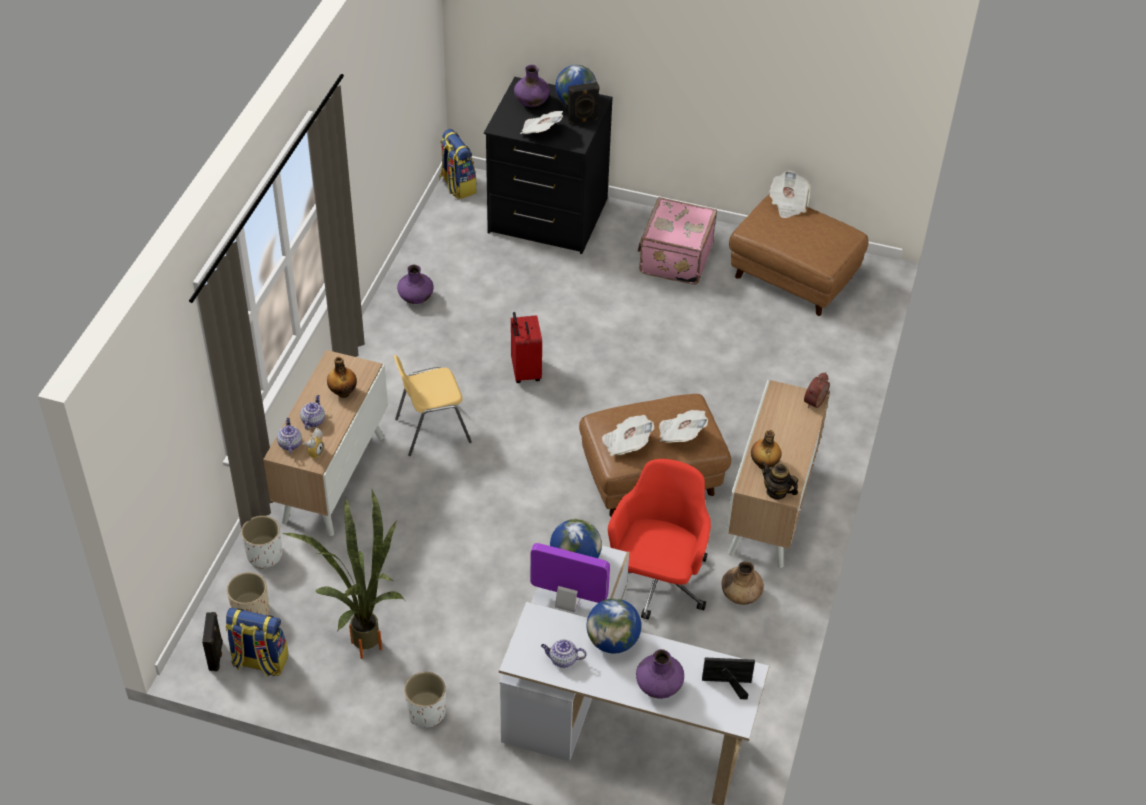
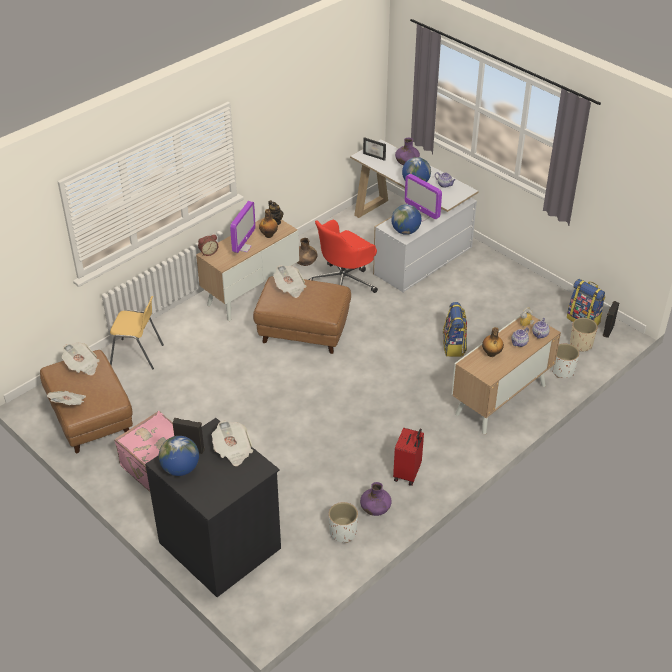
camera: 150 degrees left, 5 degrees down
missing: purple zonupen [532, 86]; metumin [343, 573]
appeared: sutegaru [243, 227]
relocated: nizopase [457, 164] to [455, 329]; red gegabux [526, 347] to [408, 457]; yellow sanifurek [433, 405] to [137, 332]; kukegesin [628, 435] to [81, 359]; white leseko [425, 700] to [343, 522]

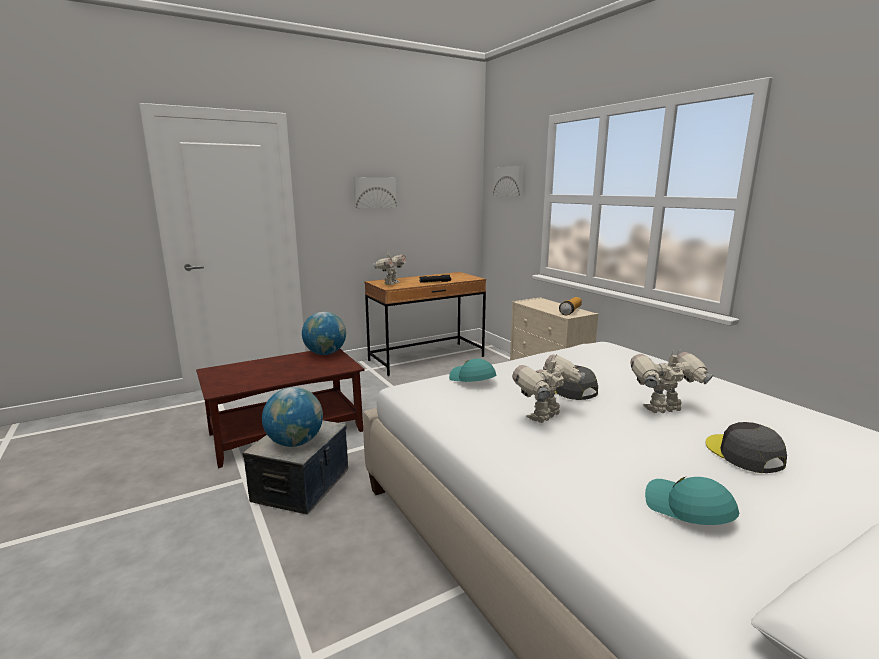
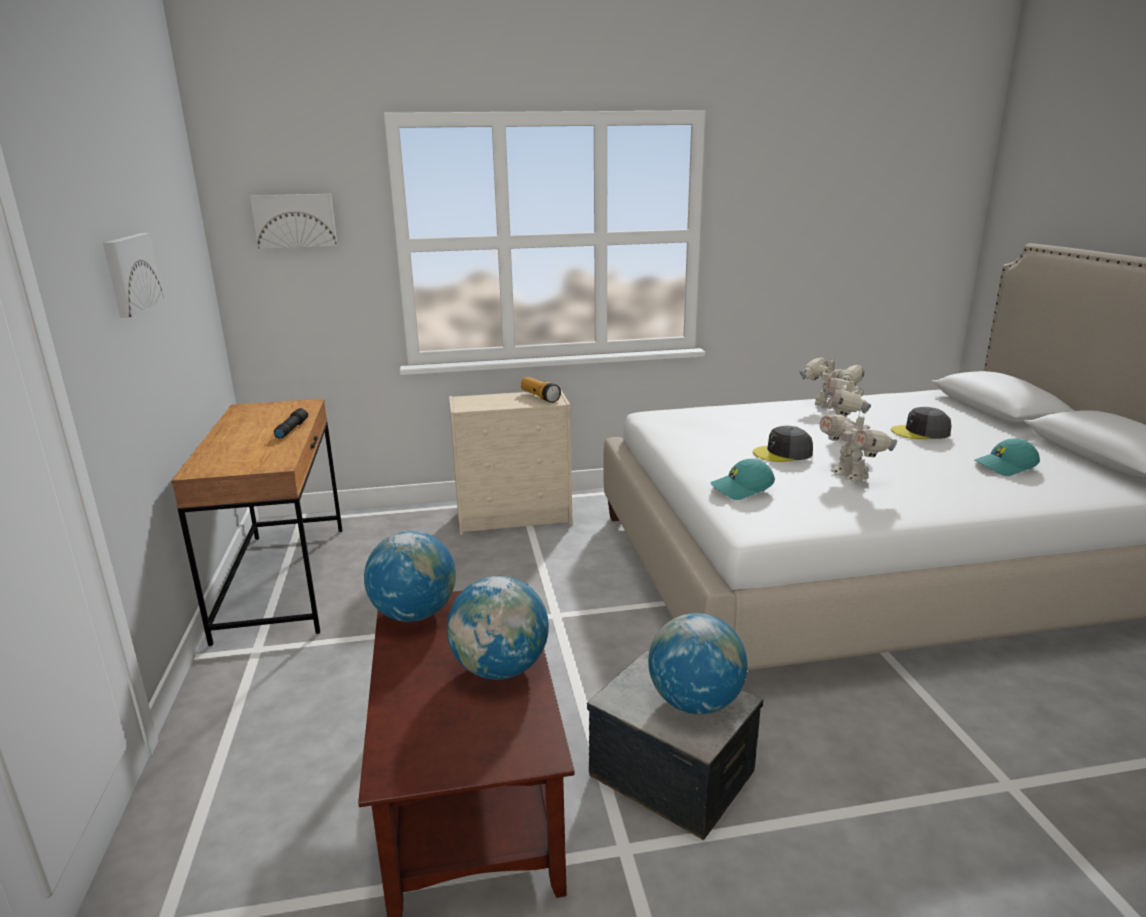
camera: 70 degrees left, 5 degrees up
appeared: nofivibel [498, 628]
relocated: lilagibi [390, 268] to [832, 382]

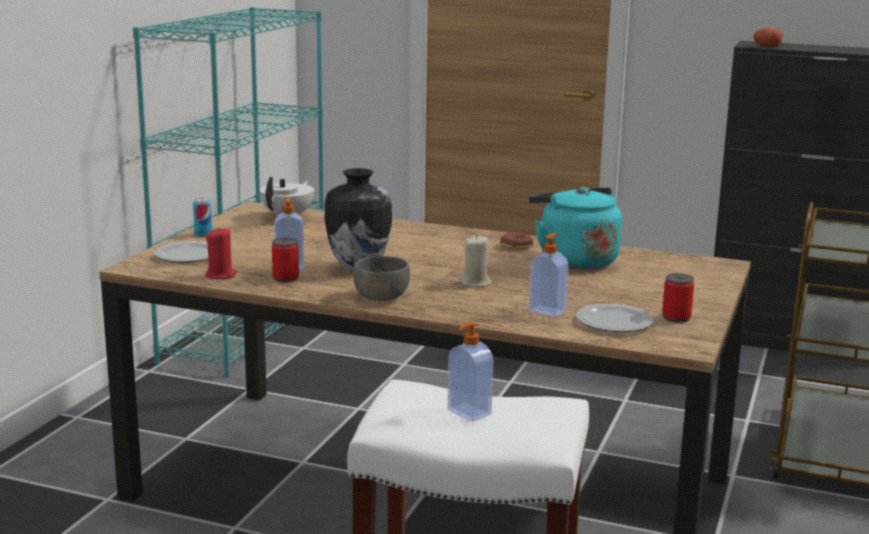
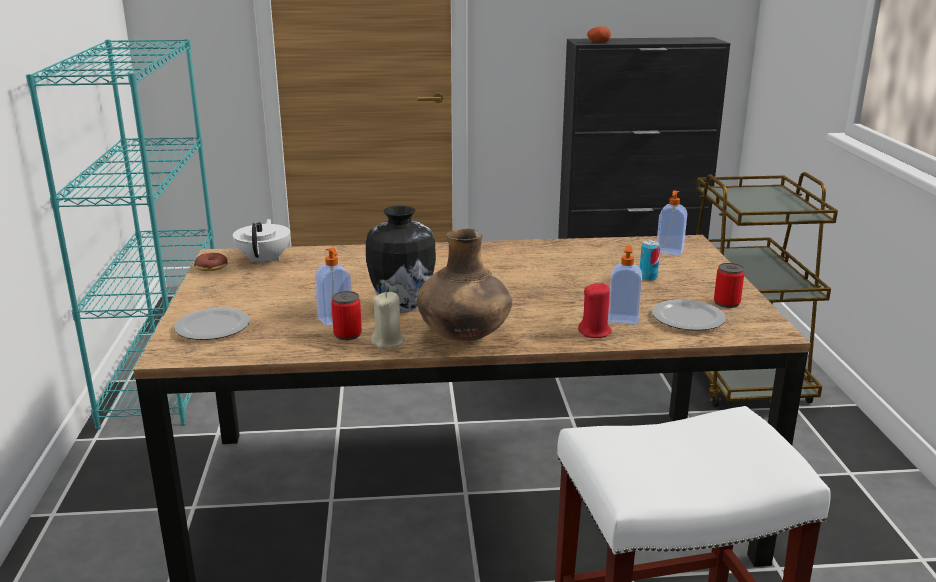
camera: 25 degrees left, 5 degrees up
missing: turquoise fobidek [575, 228]
relocated: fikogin [202, 217] to [650, 260]; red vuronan [221, 253] to [595, 310]; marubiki [516, 241] to [211, 262]; beige vuronan [476, 261] to [388, 320]; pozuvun [470, 372] to [672, 223]
exchanged: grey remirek [381, 278] to brown zonupen [464, 285]

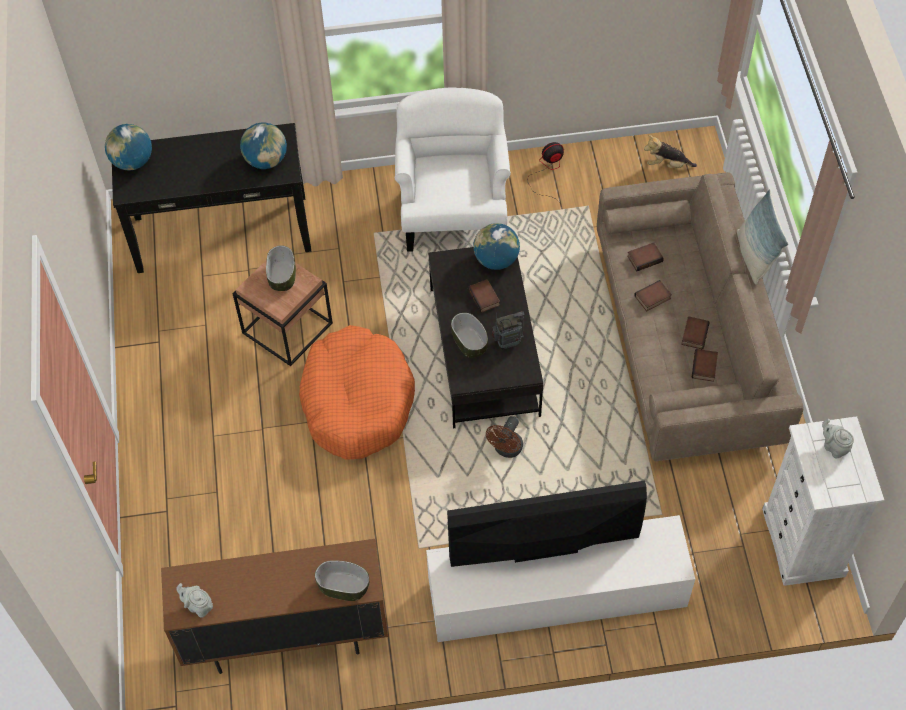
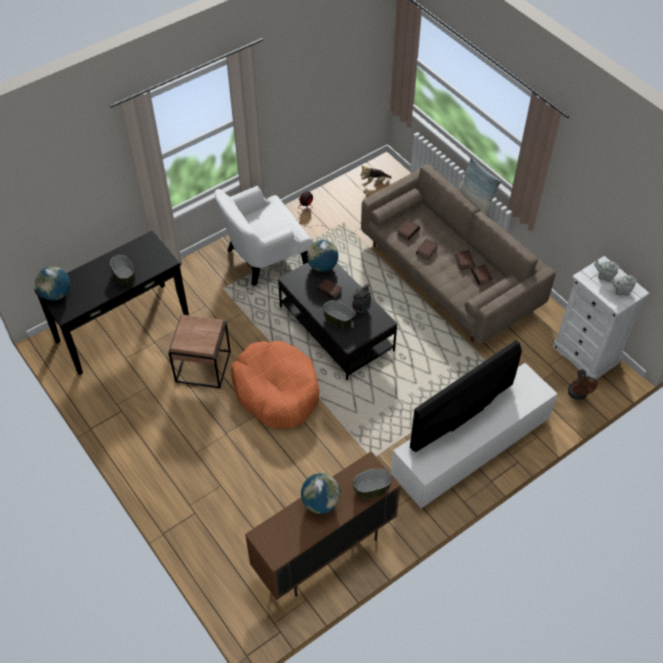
camera: 30 degrees left, 5 degrees down
relocated: nofivibel [263, 146] to [321, 493]; remirek [281, 268] to [122, 270]; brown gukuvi [504, 437] to [583, 385]; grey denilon [195, 600] to [623, 285]
spun: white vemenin [452, 170] = [263, 236] 90 degrees counterclockwise

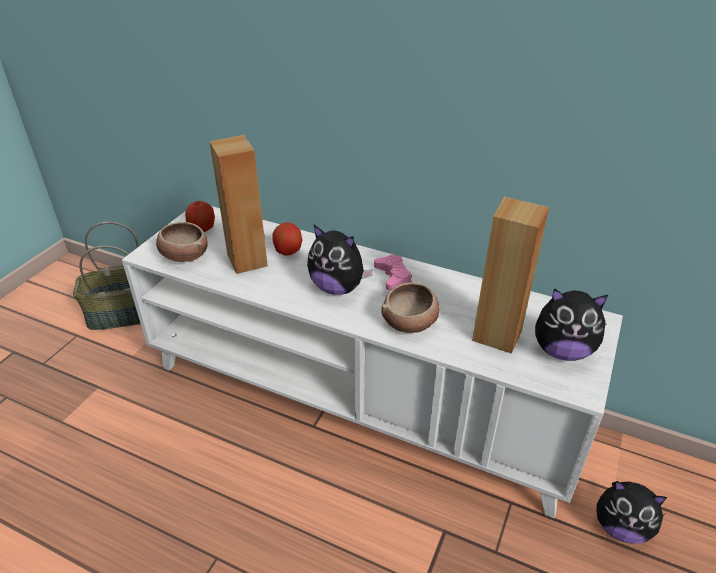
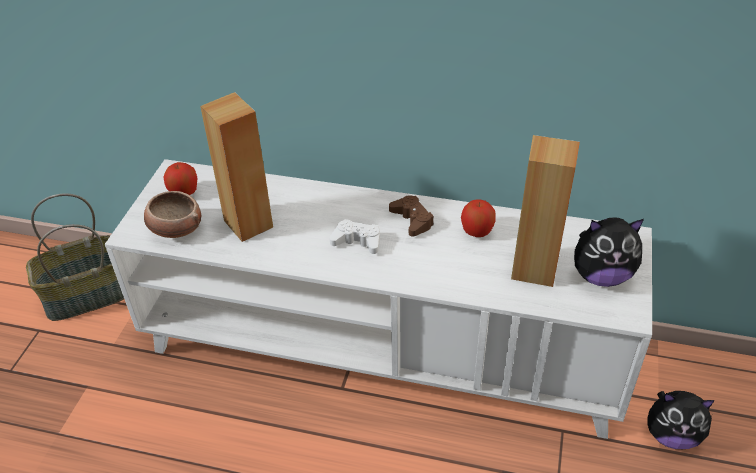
camera: 10 degrees left, 5 degrees up
missing: remirek [410, 307]
relocated: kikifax [287, 239] to [478, 218]
exchanged: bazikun [340, 260] to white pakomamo [355, 236]
colour: pink pakomamo [393, 272] to brown pakomamo [411, 216]

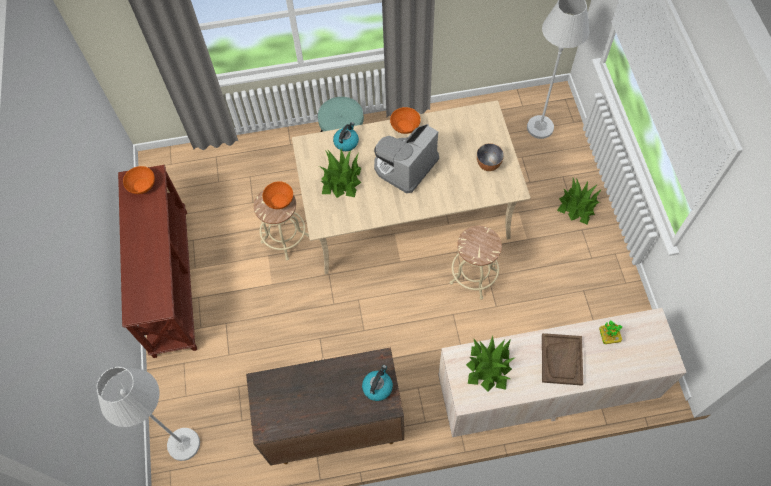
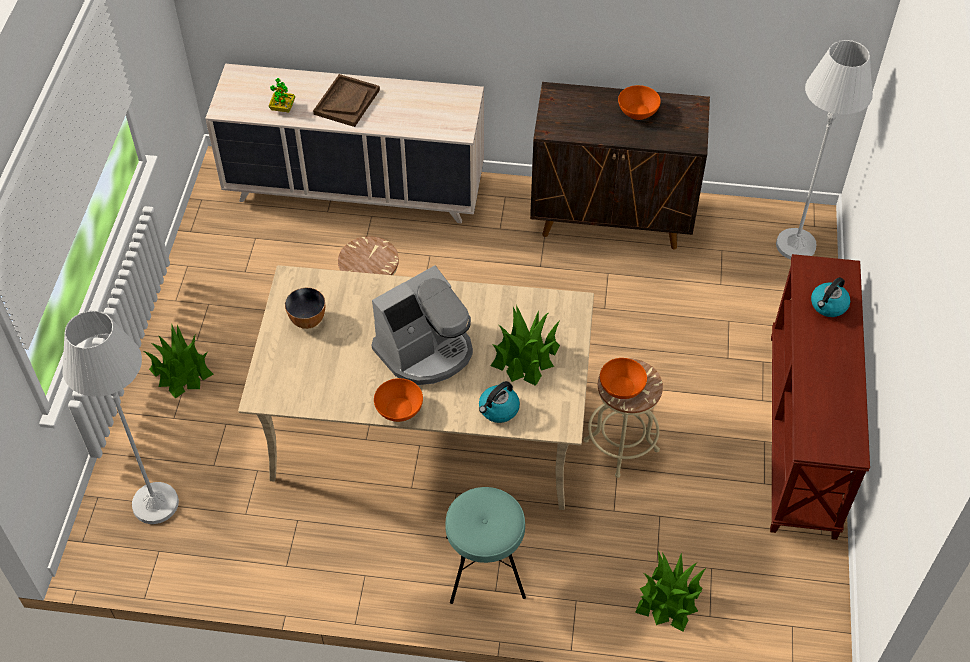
camera: 165 degrees left, 10 degrees down
relocated: orange remirek [139, 180] to [639, 102]; metumin [490, 363] to [670, 591]; fobidek [377, 383] to [830, 297]

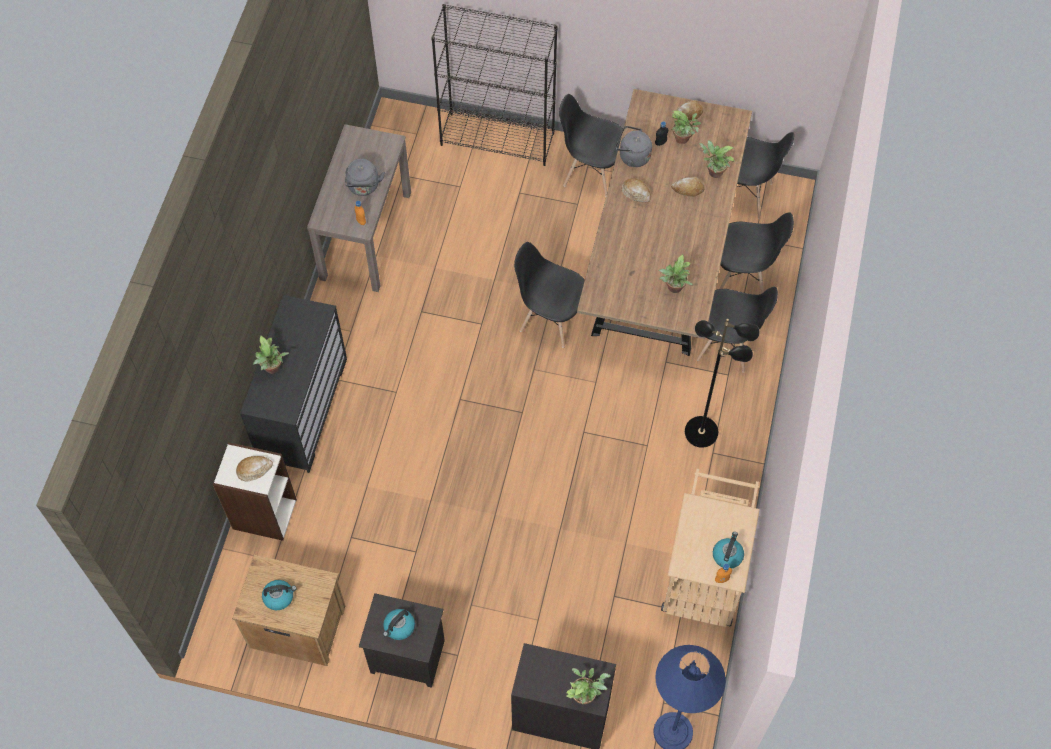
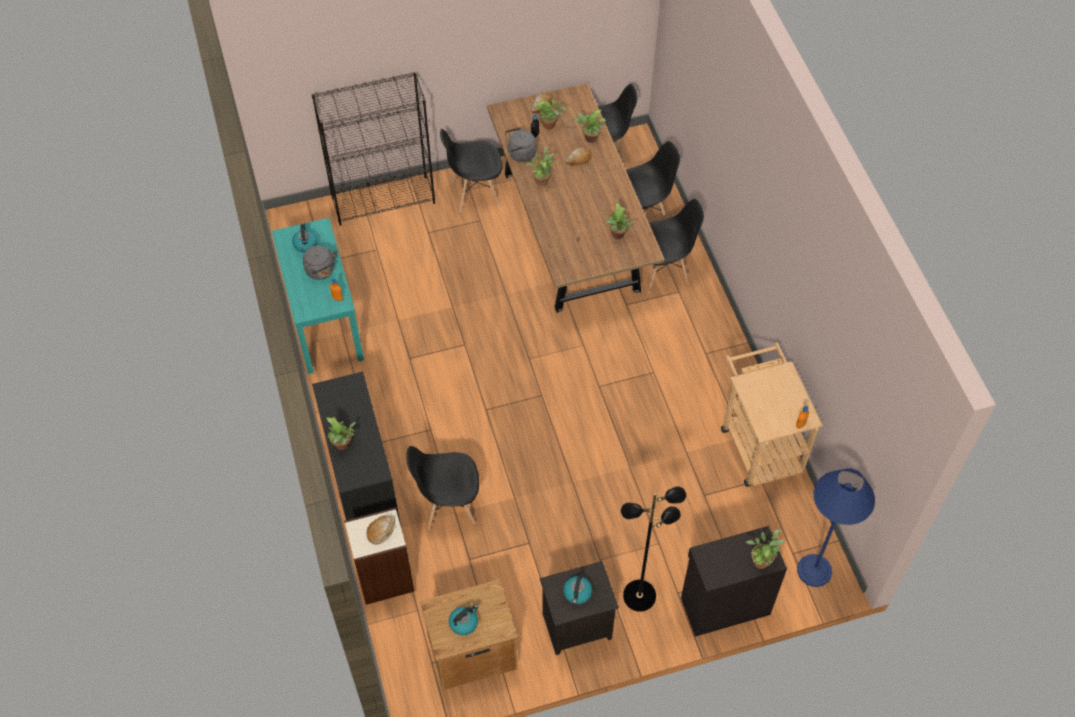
camera: 30 degrees left, 5 degrees down
relocated: black sanifurek [549, 295] to [442, 487]; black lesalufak [722, 383] to [653, 549]; fobidek [728, 550] to [305, 237]
exchanged: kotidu [636, 190] to metumin [540, 166]
colour: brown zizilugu [359, 208] to turquoise zizilugu [318, 296]

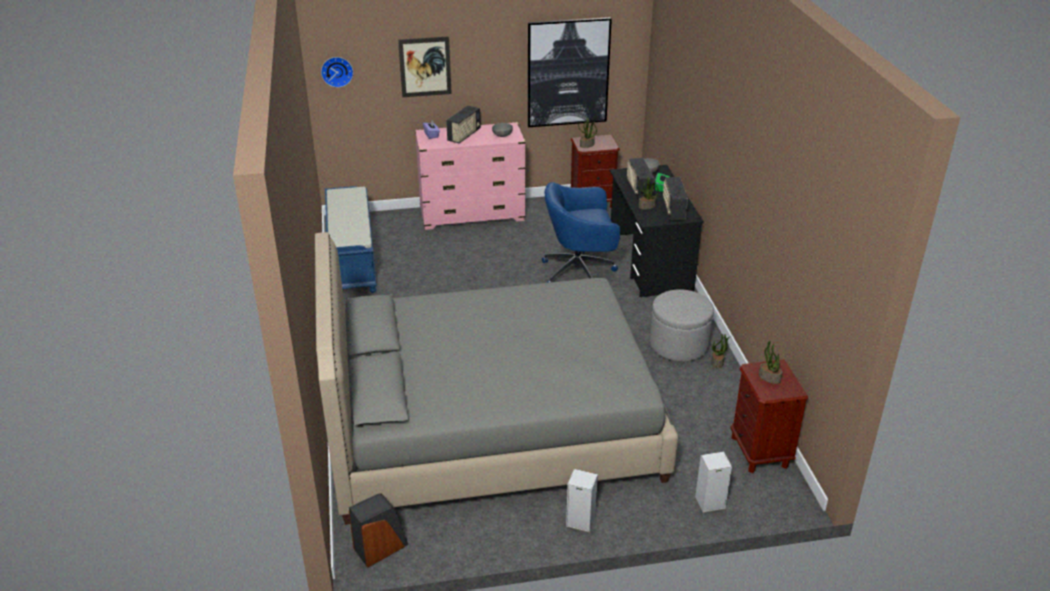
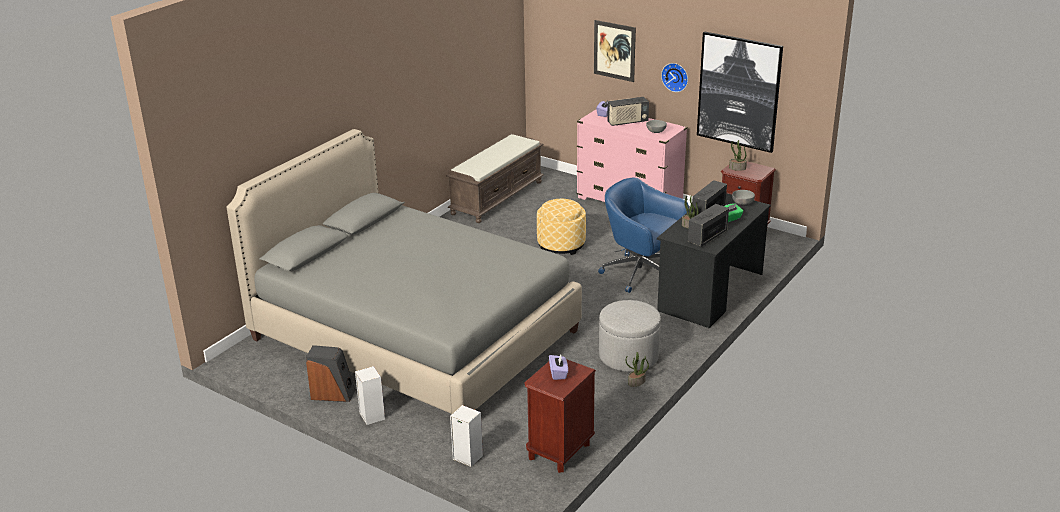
camera: 45 degrees right, 5 degrees down
appeared: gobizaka [561, 227]
relocated: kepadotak [337, 72] to [674, 77]; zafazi [378, 530] to [331, 373]
exchanged: metumin [770, 362] to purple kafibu [558, 367]
colour: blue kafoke [351, 239] to brown kafoke [495, 178]

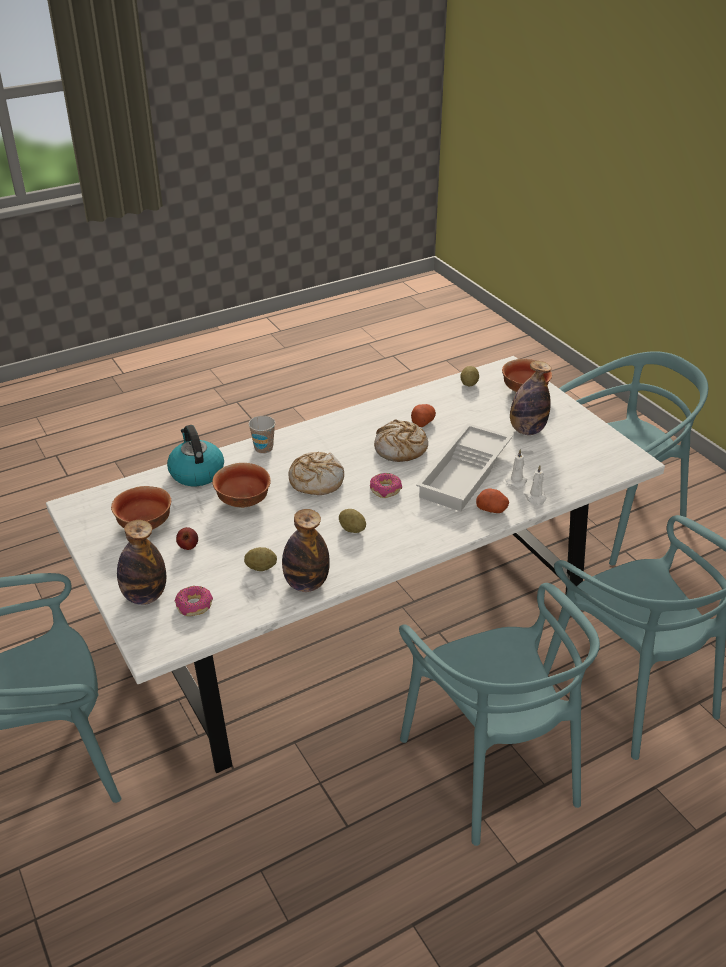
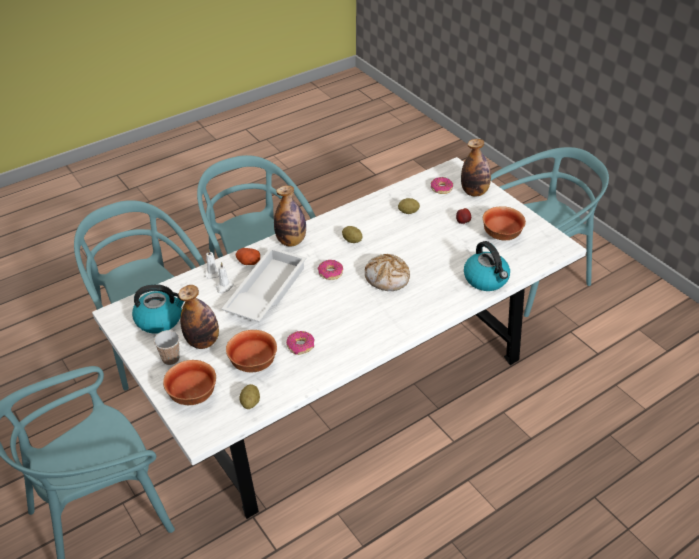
camera: 175 degrees right, 5 degrees up
missing: kotidu [401, 440]
appeared: fobidek [158, 309]
relocated: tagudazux [261, 435] to [167, 347]; remirek [241, 485] to [251, 351]; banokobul [306, 550] to [290, 215]
exchanged: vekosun [423, 415] to marubiki [300, 343]

